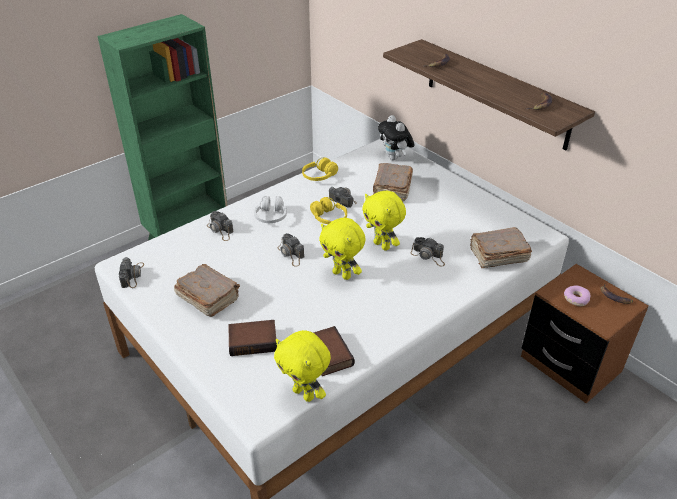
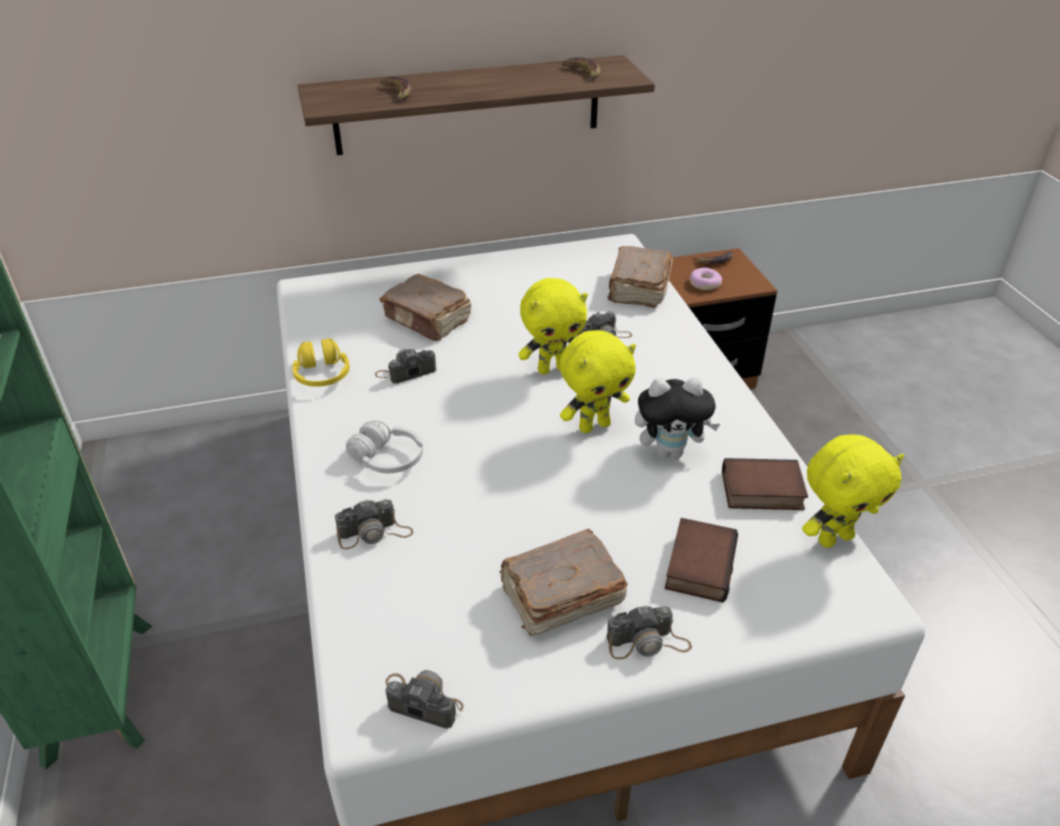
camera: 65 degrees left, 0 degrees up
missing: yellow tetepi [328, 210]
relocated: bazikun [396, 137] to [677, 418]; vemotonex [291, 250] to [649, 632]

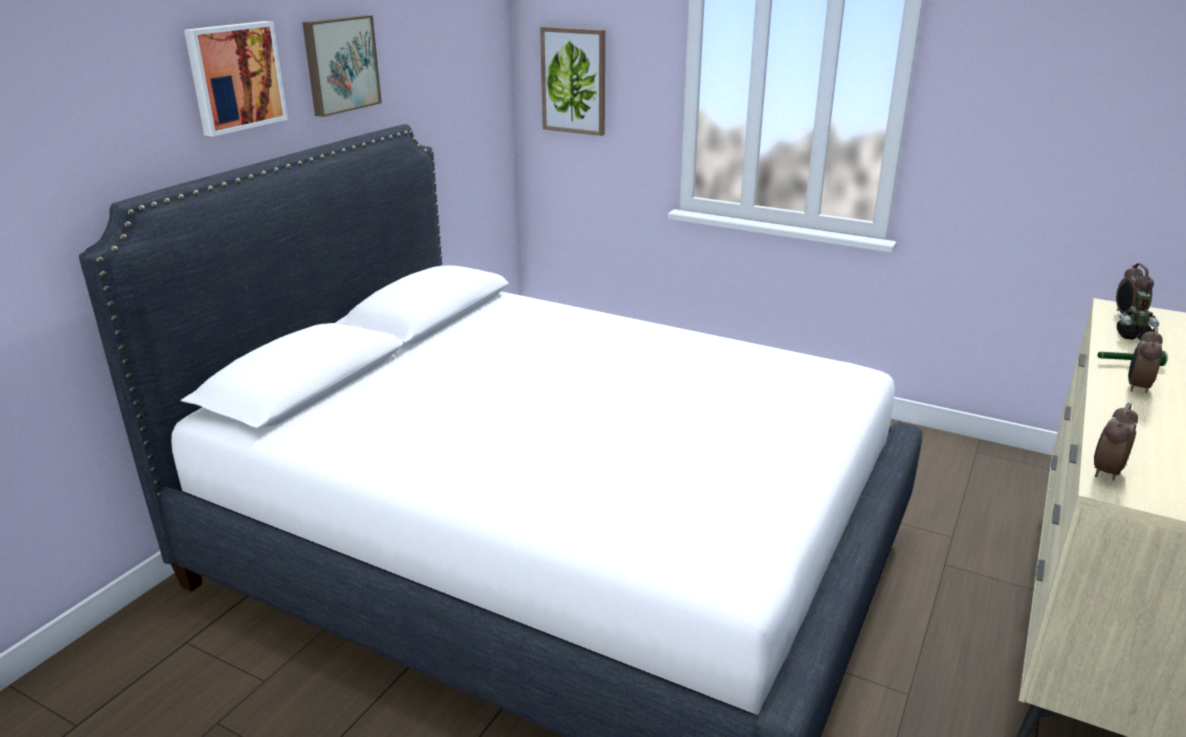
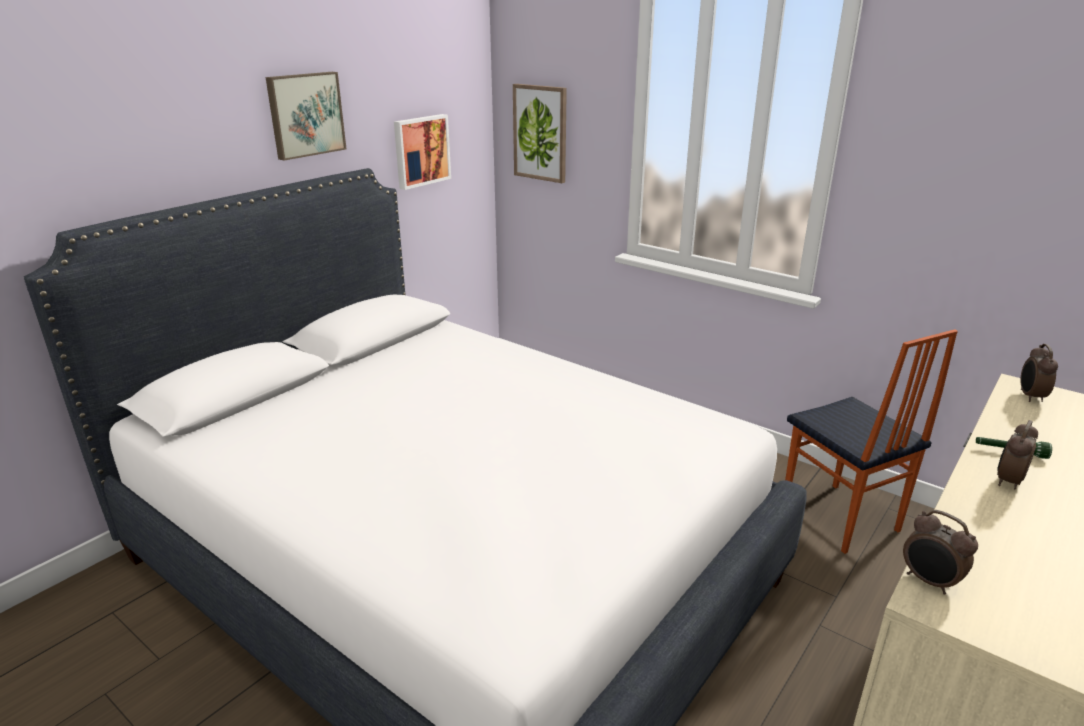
camera: 10 degrees right, 0 degrees up
missing: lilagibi [1138, 311]
appeared: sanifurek [871, 441]
relocated: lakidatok [236, 79] to [422, 152]
spun: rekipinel [1116, 441] = [940, 552] 90 degrees counterclockwise

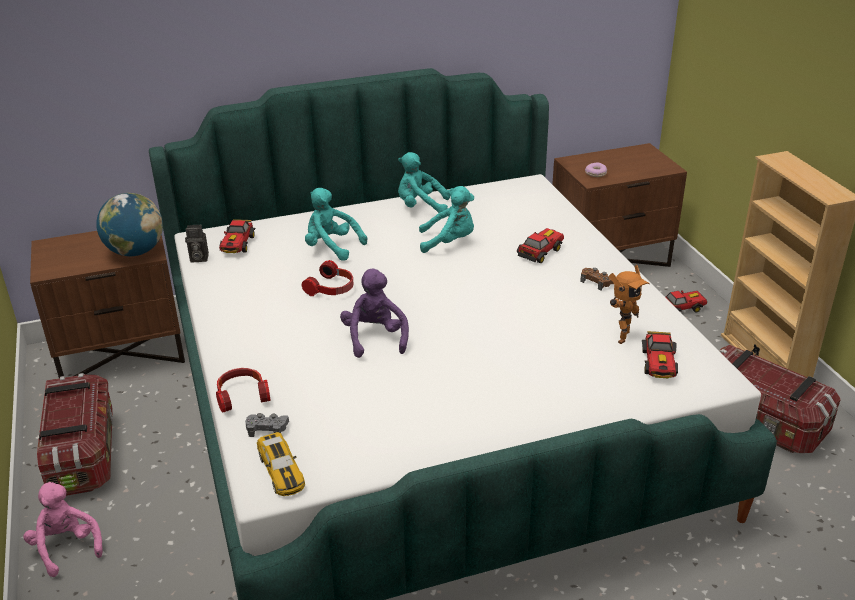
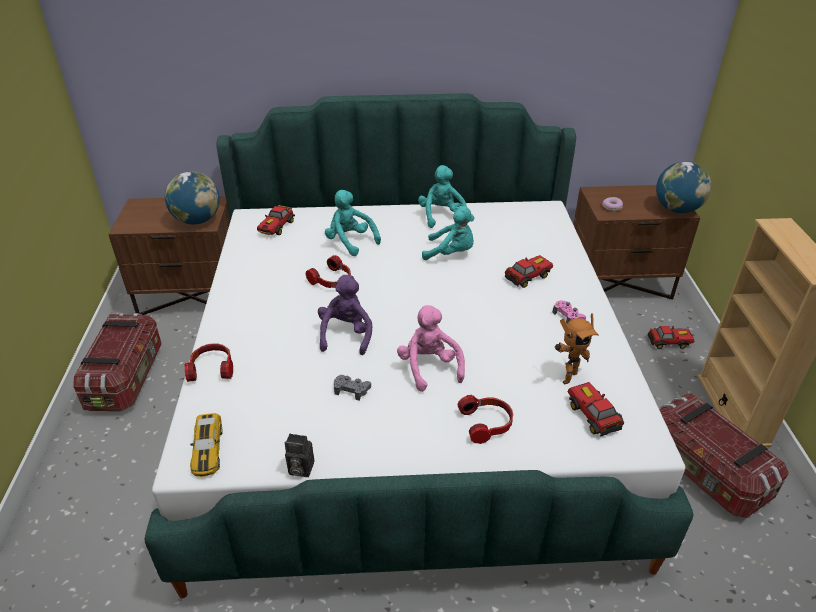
camera: 15 degrees right, 5 degrees up
appeared: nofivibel [683, 187]; tetepi [485, 419]
relocated: vemotonex [197, 244] to [299, 455]; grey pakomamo [267, 425] to [352, 388]; pink bazikun [63, 529] to [431, 348]
colour: brown pakomamo [597, 279] to pink pakomamo [569, 312]
spun: turquoise bazikun [424, 182] = [442, 196] 60 degrees clockwise; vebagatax [660, 354] = [596, 409] 135 degrees clockwise

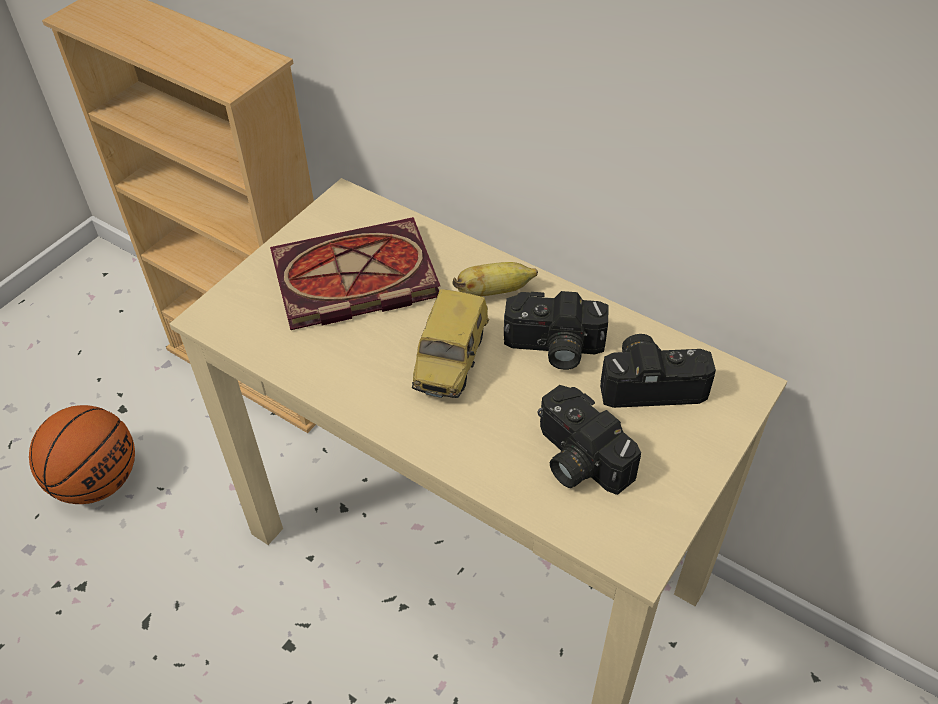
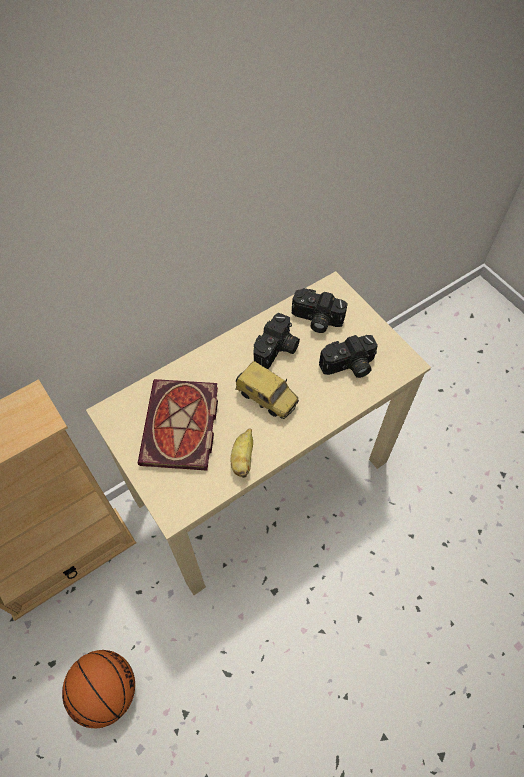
camera: 70 degrees left, 10 degrees up
relocated: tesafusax [495, 279] to [242, 453]
spun: vemotonex [658, 371] = [320, 310] 90 degrees counterclockwise

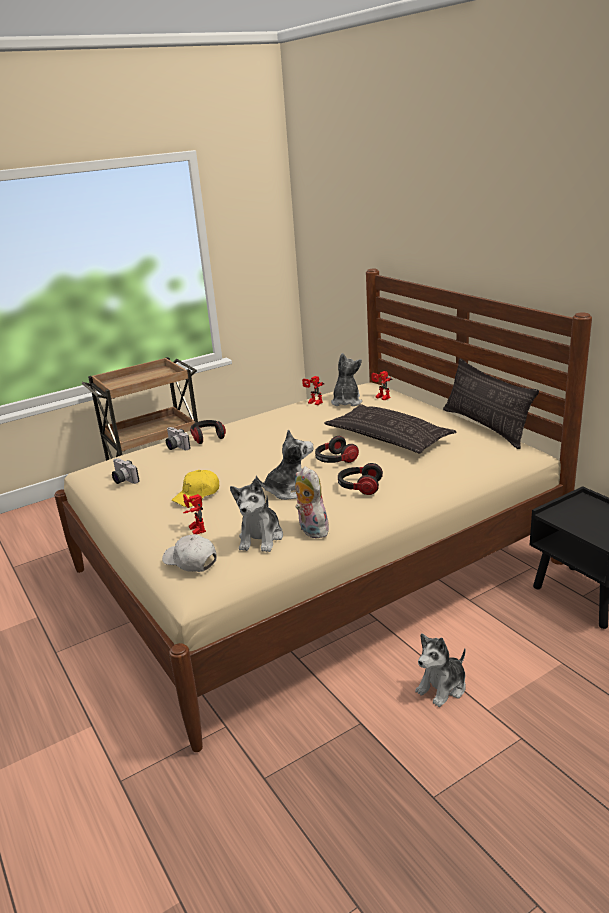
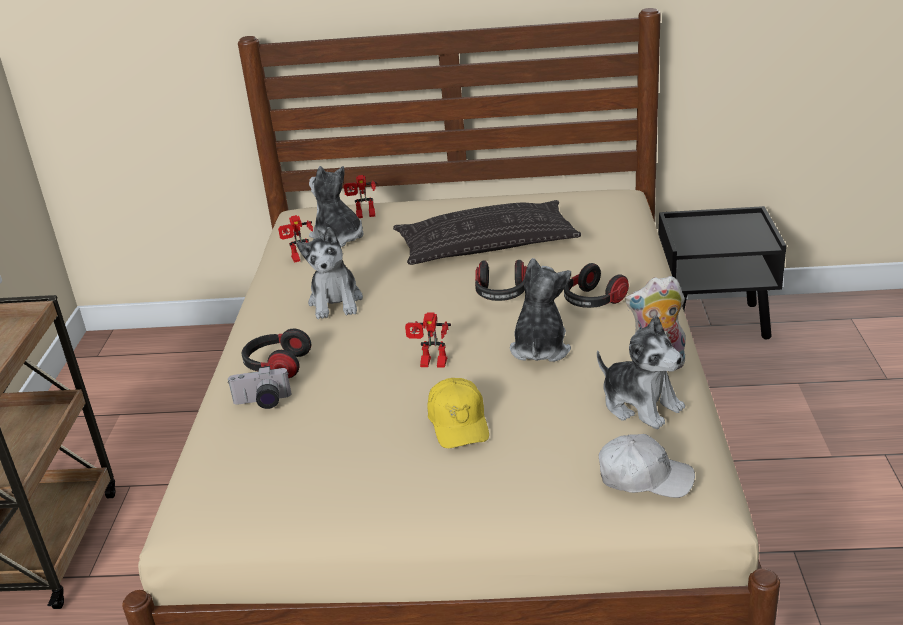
camera: 55 degrees left, 5 degrees up
missing: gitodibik [491, 403]; vemotonex [126, 471]
relocated: lilagibi [194, 514] to [428, 340]; bazikun [440, 670] to [329, 273]
spun: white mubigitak [189, 553] = [647, 466] 150 degrees counterclockwise

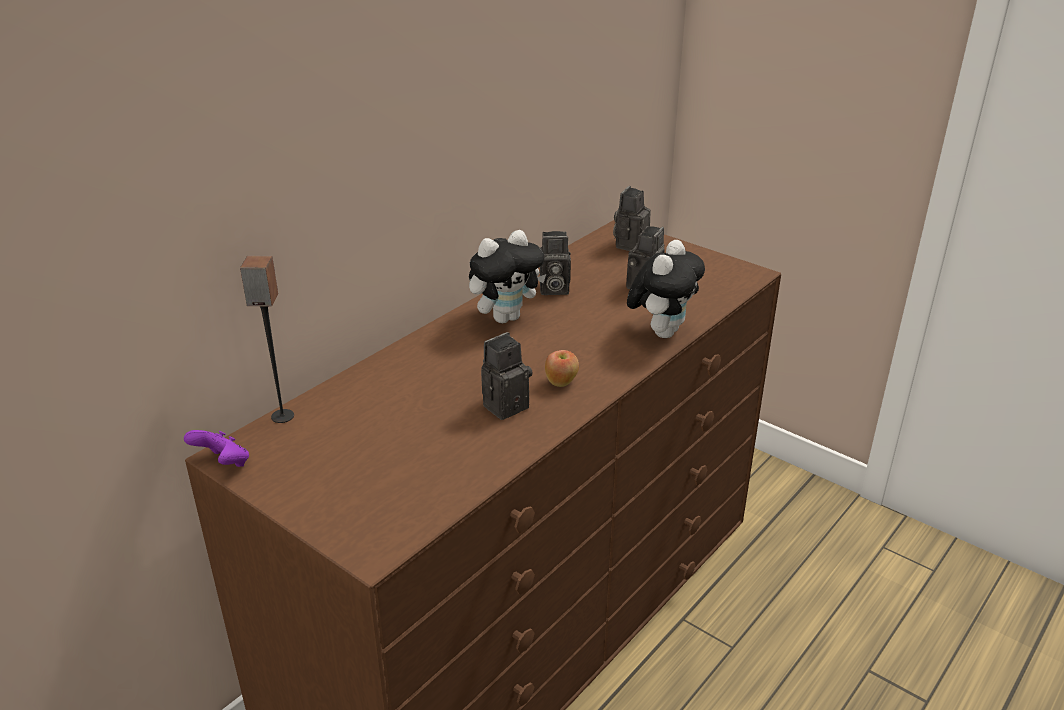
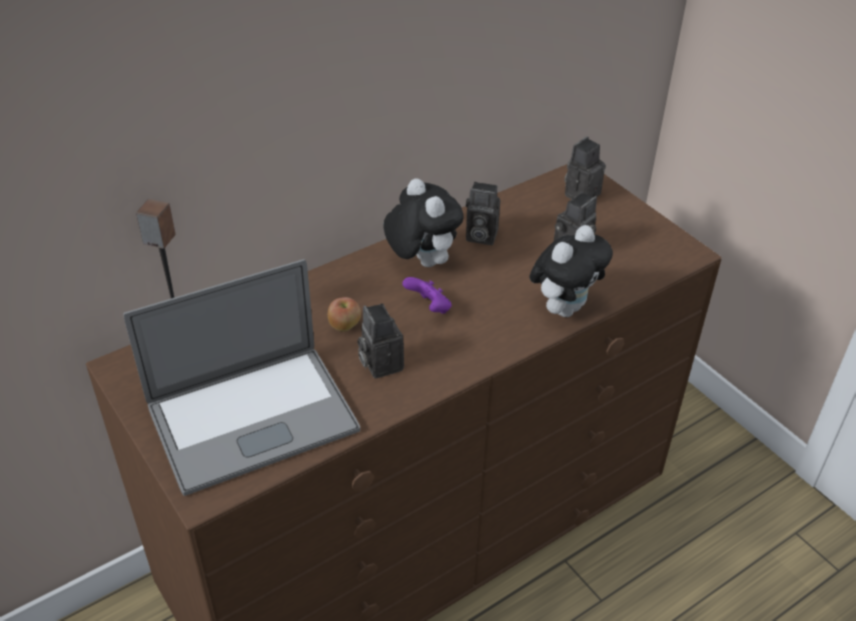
camera: 15 degrees right, 10 degrees up
appeared: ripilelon [241, 377]
relocated: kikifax [562, 368] to [344, 314]; purple pakomamo [216, 448] to [427, 295]
spun: bazikun [507, 276] = [424, 222] 105 degrees counterclockwise; vemotonex [506, 376] = [381, 340] 90 degrees counterclockwise

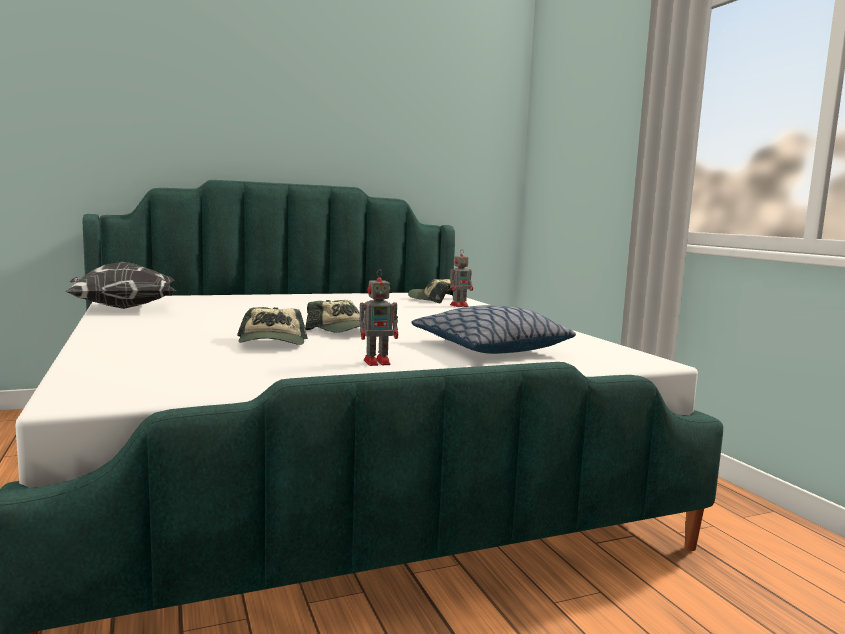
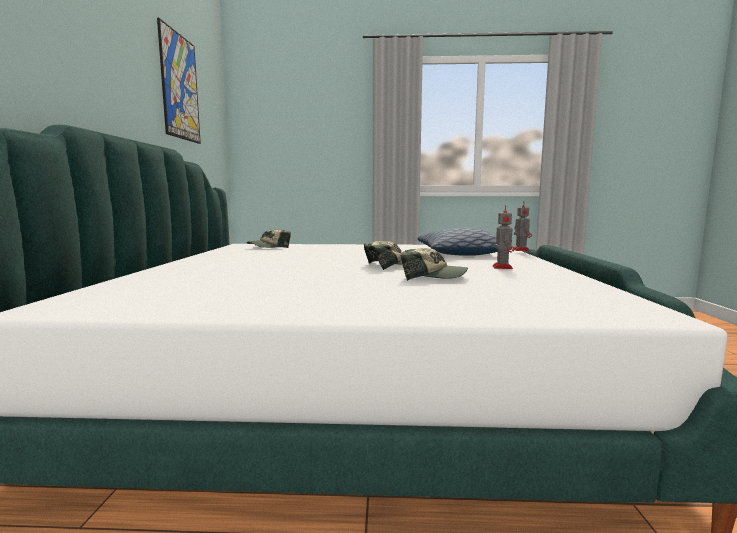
camera: 65 degrees left, 0 degrees up
missing: gitodibik [120, 285]
appeared: lakidatok [179, 81]
relocated: lilagibi [461, 278] to [522, 226]

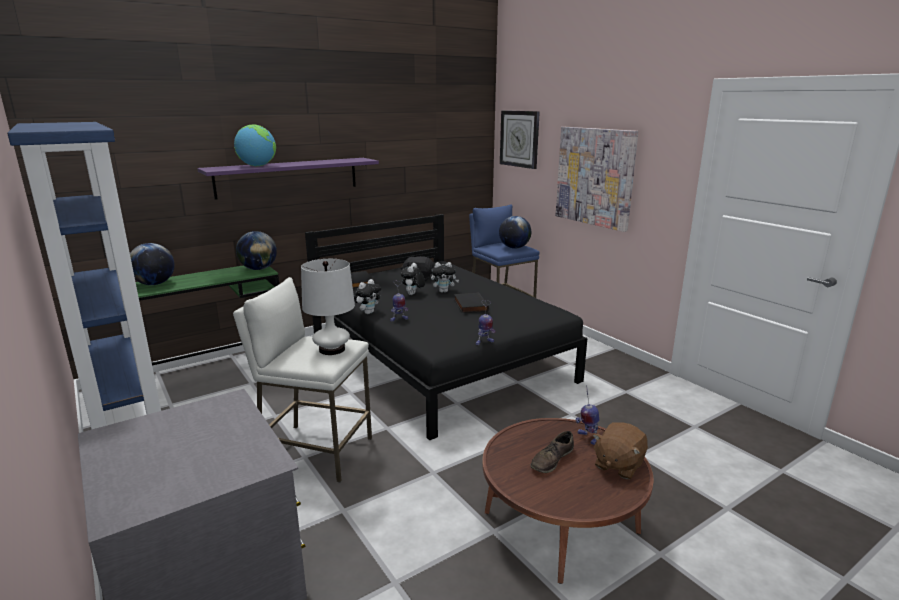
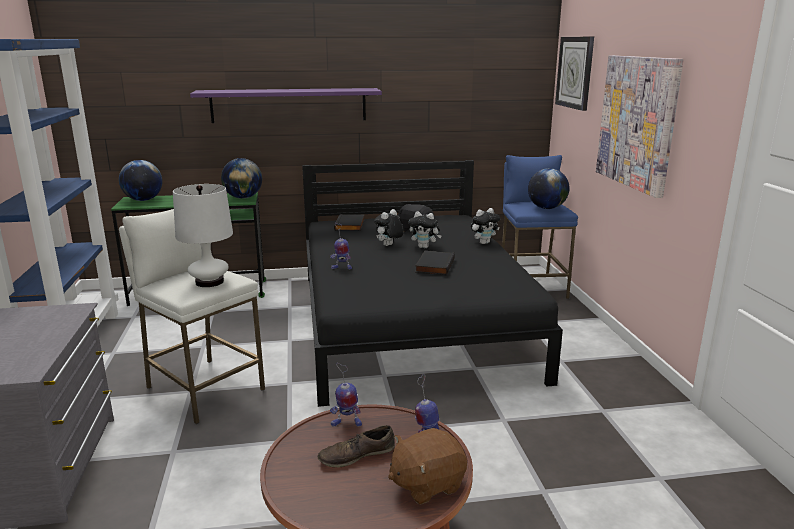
camera: 25 degrees right, 0 degrees up
missing: nofivibel [255, 145]
relocated: bazikun [367, 296] to [485, 226]; lilagibi [486, 322] to [346, 394]

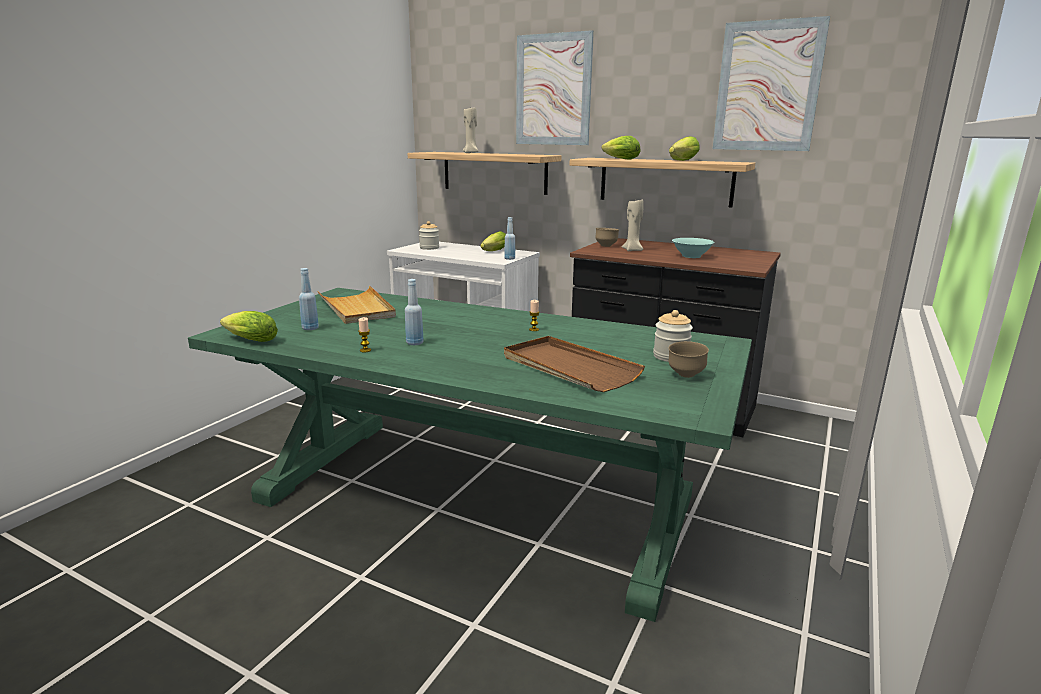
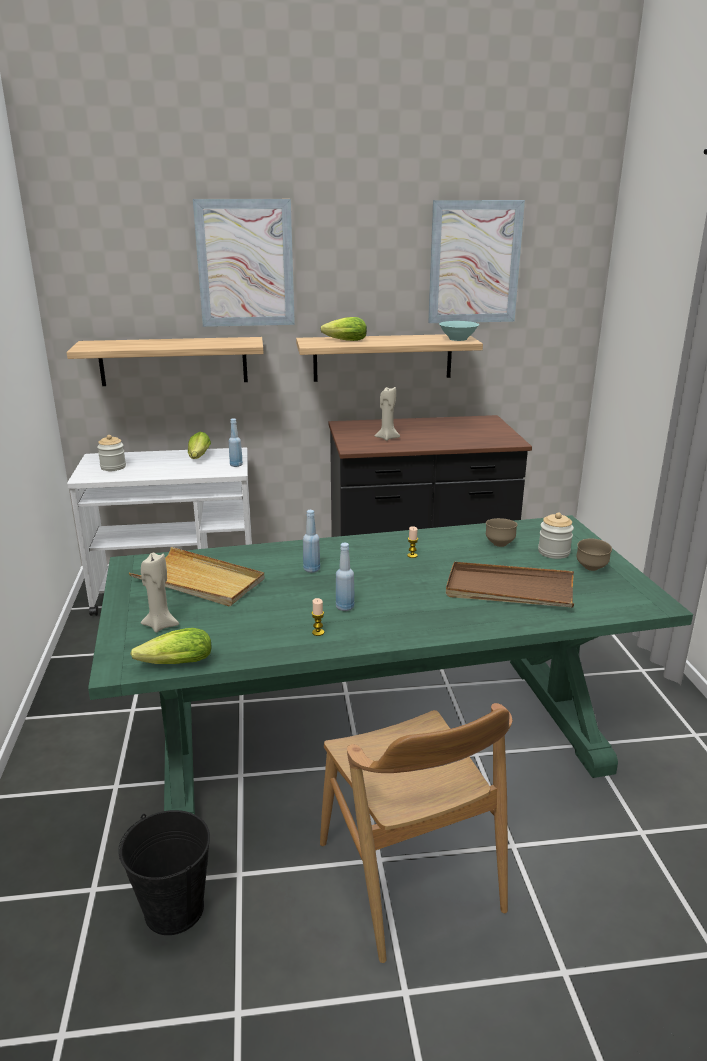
camera: 35 degrees left, 5 degrees up
missing: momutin [684, 148]
appeared: brown sanifurek [416, 833]; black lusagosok [164, 872]
relocated: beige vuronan [470, 130] to [160, 593]; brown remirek [607, 237] to [501, 532]; turquoise remirek [693, 248] to [459, 331]; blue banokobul [309, 299] to [311, 541]

